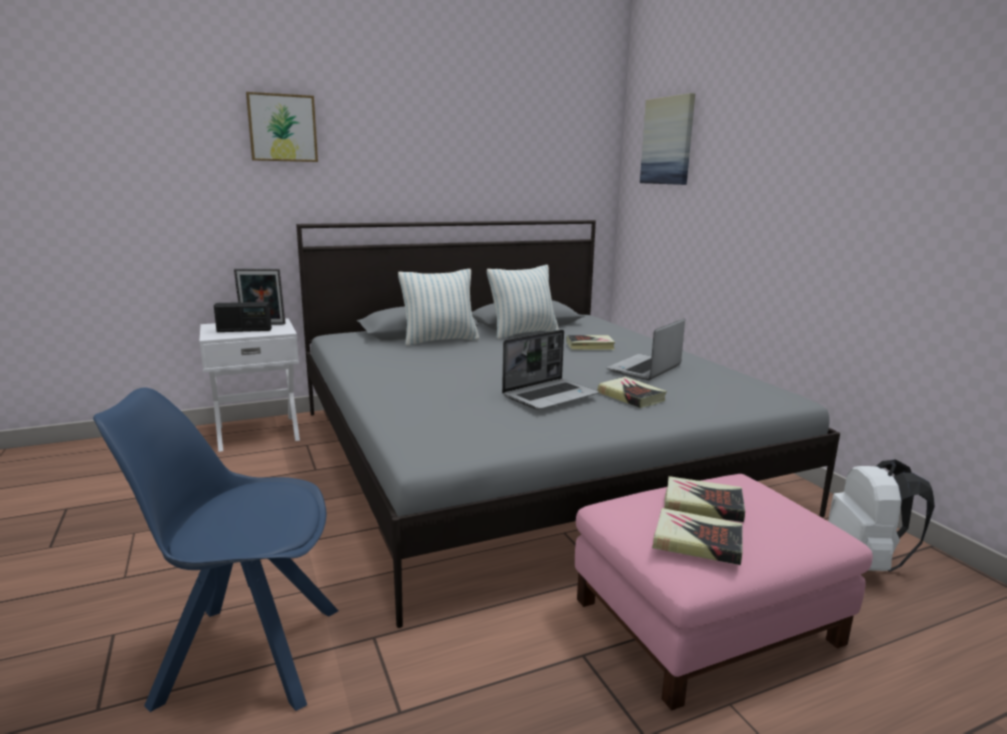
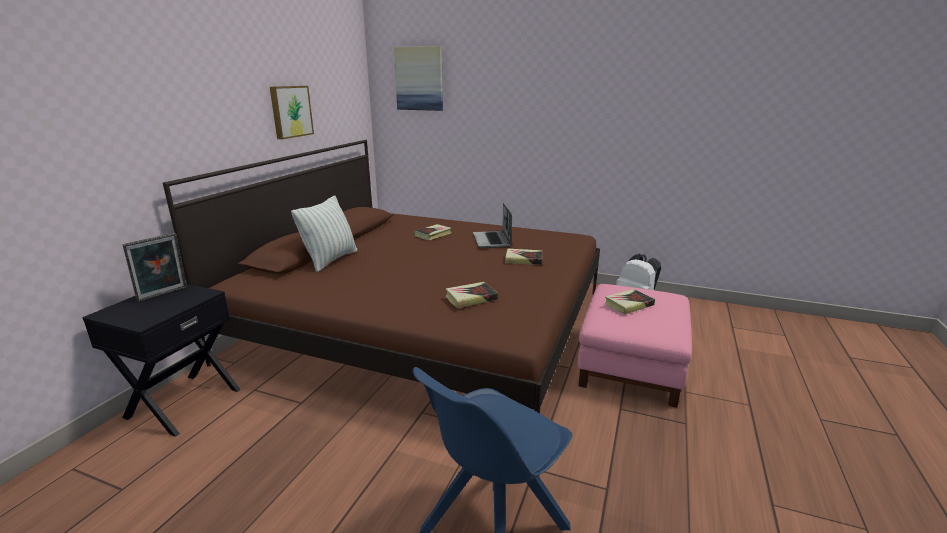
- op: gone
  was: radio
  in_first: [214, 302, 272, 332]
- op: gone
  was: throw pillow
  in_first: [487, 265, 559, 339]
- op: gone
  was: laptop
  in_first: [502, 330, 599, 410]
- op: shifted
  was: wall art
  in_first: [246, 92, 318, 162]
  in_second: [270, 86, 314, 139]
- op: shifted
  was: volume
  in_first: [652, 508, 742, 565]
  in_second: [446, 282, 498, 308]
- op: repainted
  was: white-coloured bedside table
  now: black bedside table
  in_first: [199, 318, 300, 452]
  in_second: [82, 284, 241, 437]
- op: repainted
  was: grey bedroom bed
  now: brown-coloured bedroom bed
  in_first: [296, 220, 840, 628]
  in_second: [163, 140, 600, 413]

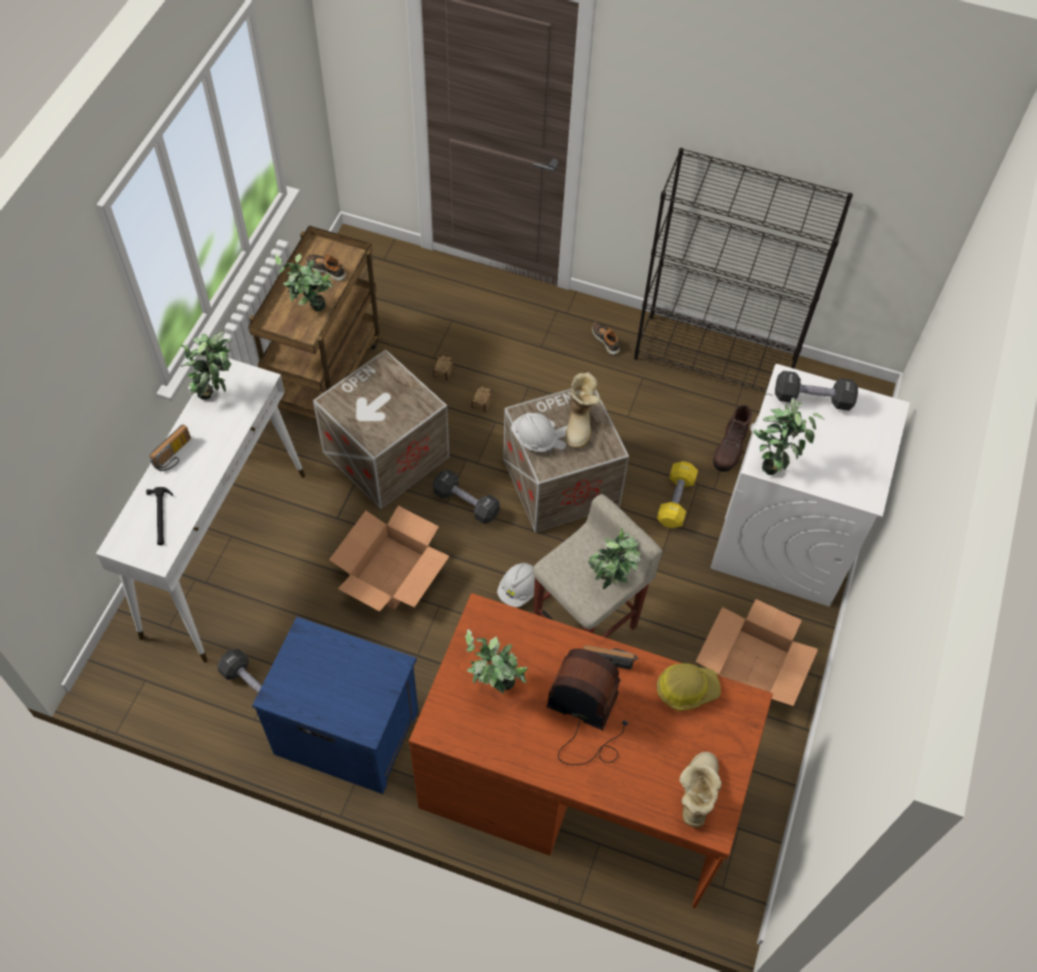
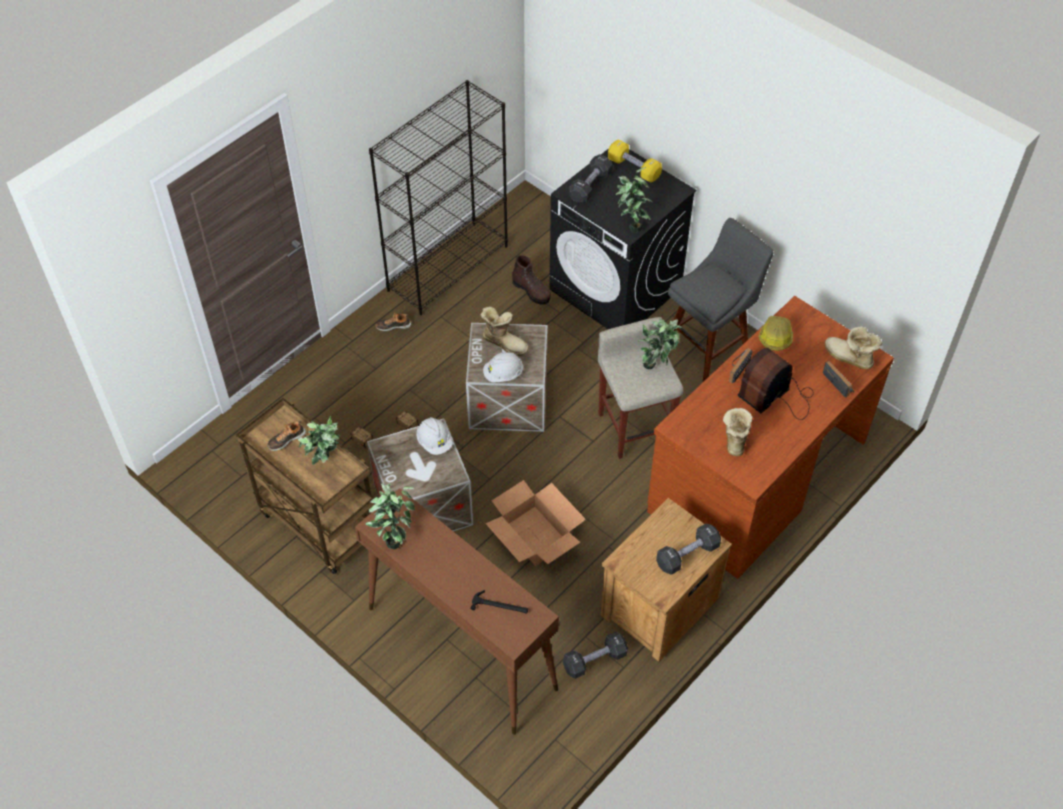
- op: shifted
  was: radio
  in_first: [150, 424, 191, 471]
  in_second: [823, 361, 854, 397]
- op: shifted
  was: black hand weight
  in_first: [433, 470, 500, 524]
  in_second: [656, 524, 721, 575]
- op: shifted
  was: white-coloured safety helmet
  in_first: [497, 563, 535, 607]
  in_second: [416, 417, 453, 455]
- op: shifted
  was: yellow hand weight
  in_first: [657, 461, 698, 528]
  in_second: [608, 140, 662, 183]
- op: swapped
  was: potted plant
  now: high-top boot
  in_first: [465, 629, 528, 693]
  in_second: [723, 408, 752, 456]
- op: swapped
  was: packing box
  now: grey stool
  in_first: [695, 599, 818, 706]
  in_second: [667, 218, 774, 382]
- op: repainted
  was: white-coloured narrow table
  now: brown-coloured narrow table
  in_first: [96, 358, 305, 663]
  in_second: [355, 488, 559, 735]
- op: repainted
  was: blue-coloured bedside table
  now: brown-coloured bedside table
  in_first: [252, 616, 418, 794]
  in_second: [601, 498, 732, 662]
- op: repainted
  was: white-coloured laundry machine
  now: black laundry machine
  in_first: [710, 364, 910, 607]
  in_second: [549, 148, 696, 329]

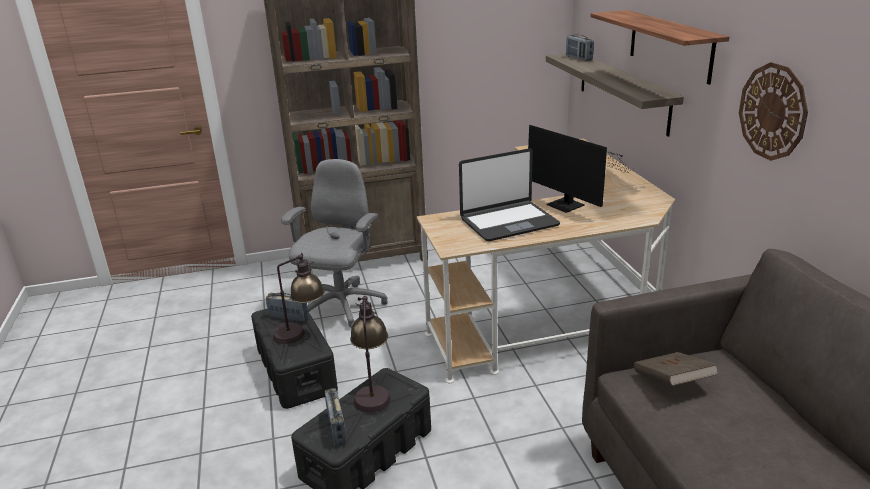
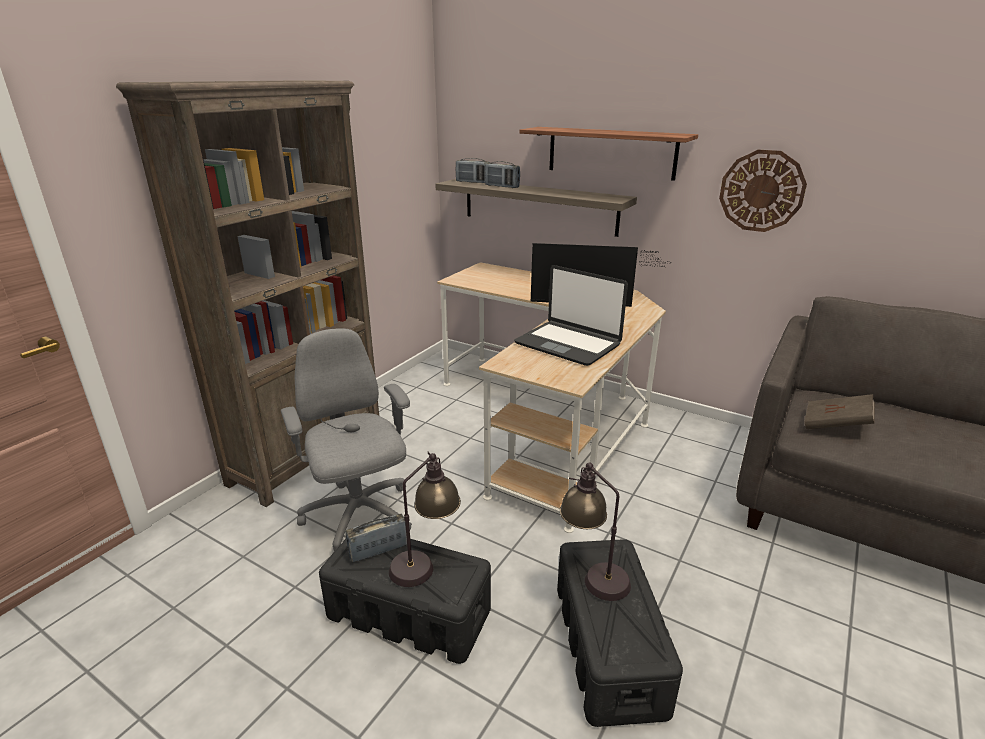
- op: shifted
  was: radio
  in_first: [325, 388, 346, 446]
  in_second: [485, 161, 520, 188]
- op: rotated
  was: laptop
  in_first: [459, 148, 560, 241]
  in_second: [514, 265, 628, 366]
  clockwise: 105

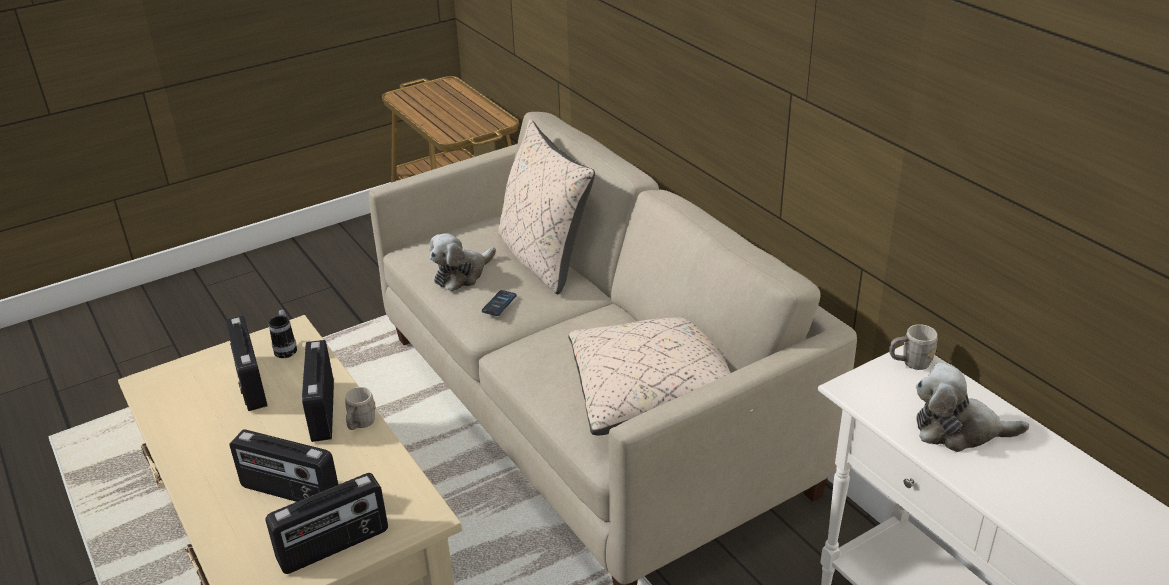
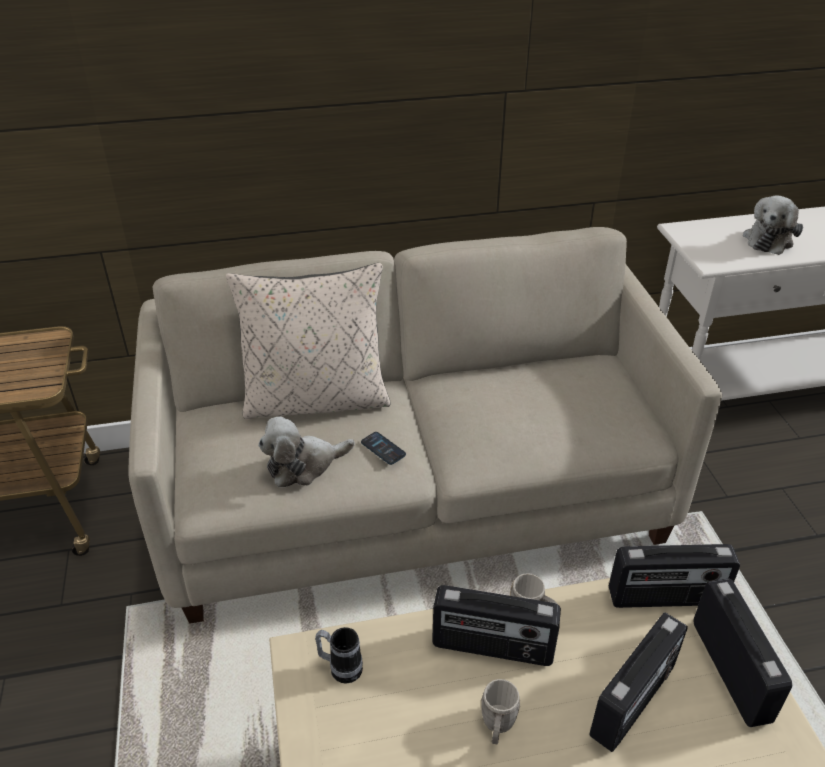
- op: gone
  was: sand-coloured throw pillow
  in_first: [568, 318, 753, 435]
- op: shifted
  was: radio
  in_first: [225, 316, 268, 411]
  in_second: [609, 544, 740, 608]
- op: shifted
  was: grey coffee mug
  in_first: [889, 324, 938, 370]
  in_second: [481, 679, 520, 744]
- op: rotated
  was: cuddly toy
  in_first: [429, 233, 496, 291]
  in_second: [258, 416, 355, 487]
  clockwise: 90

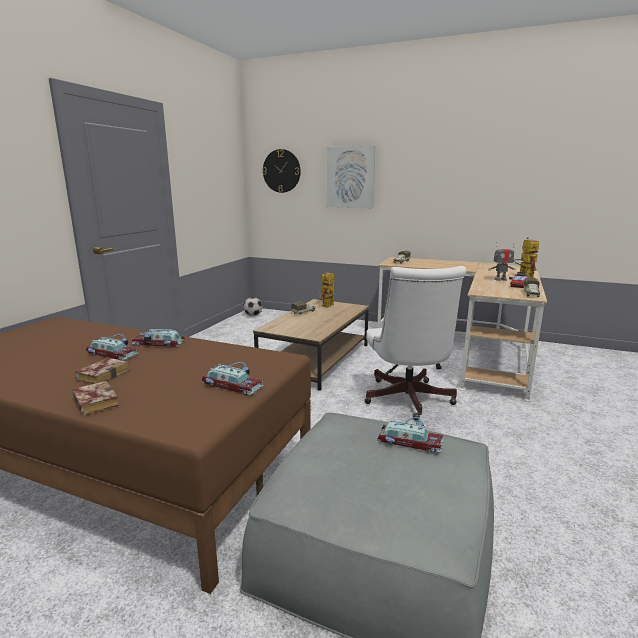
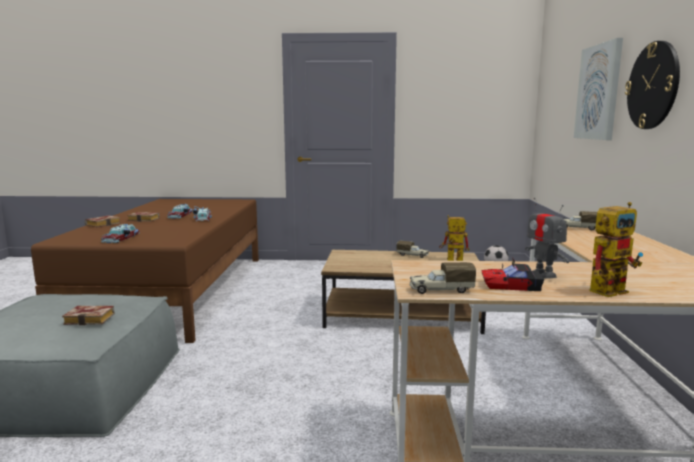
- op: gone
  was: white-coloured computer chair
  in_first: [364, 266, 466, 420]
- op: shifted
  was: wall clock
  in_first: [262, 149, 301, 193]
  in_second: [625, 41, 680, 129]
- op: swapped
  was: miniature car
  now: volume
  in_first: [377, 417, 444, 453]
  in_second: [62, 306, 115, 326]

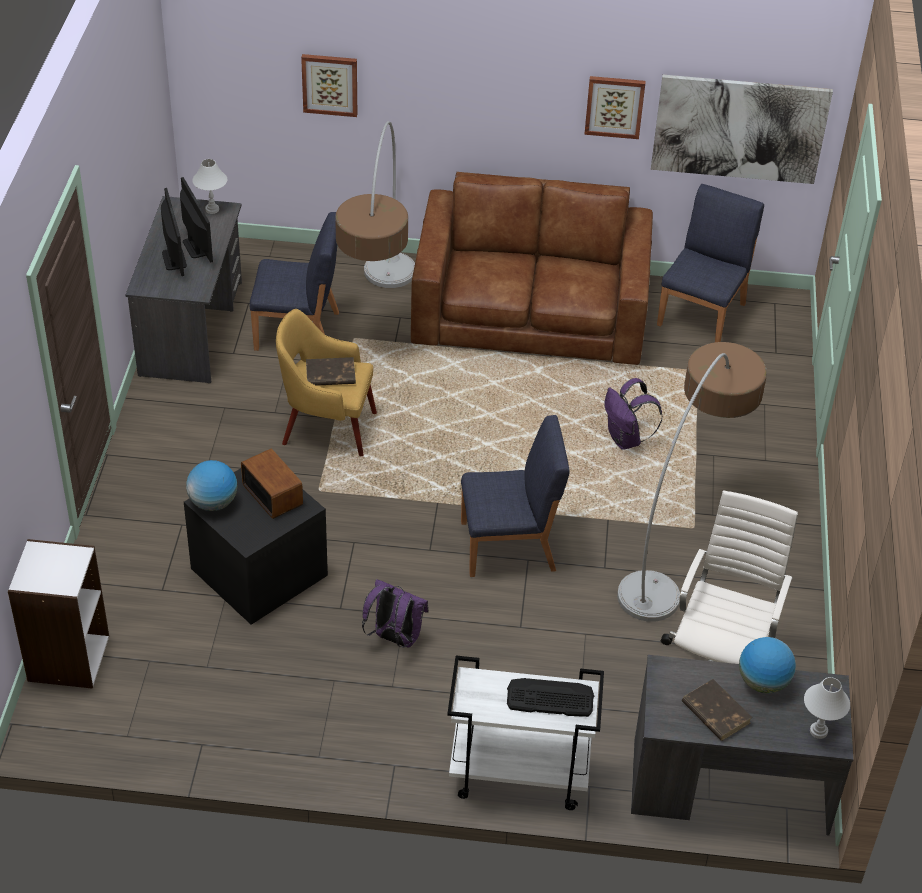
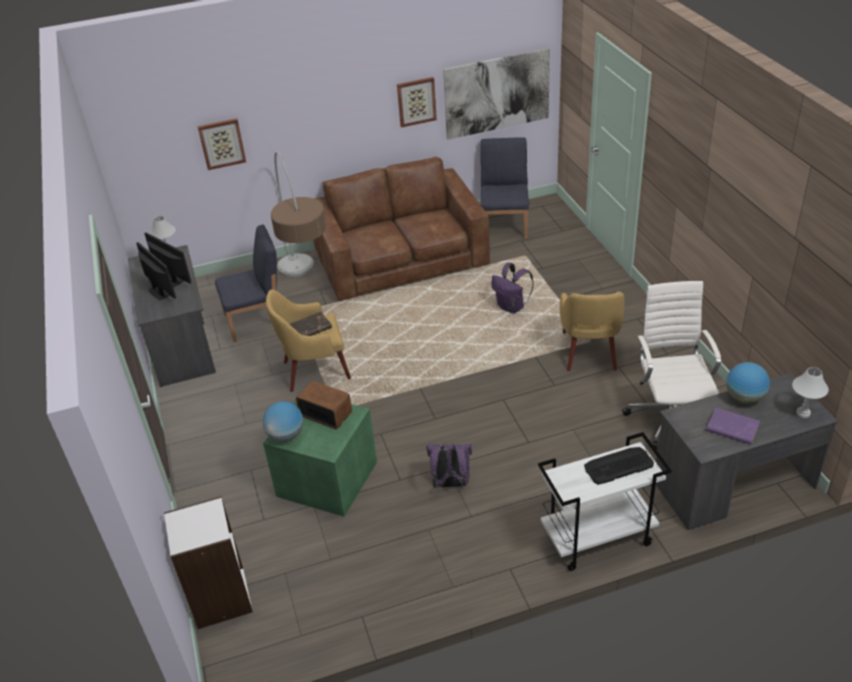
- op: gone
  was: blue-coloured chair
  in_first: [461, 415, 570, 577]
- op: swapped
  was: floor lamp
  now: yellow easy chair
  in_first: [617, 342, 767, 622]
  in_second: [560, 292, 625, 371]
- op: repainted
  was: black storage bin
  now: green storage bin
  in_first: [184, 468, 328, 625]
  in_second: [263, 400, 377, 517]
- op: repainted
  was: brown-coloured volume
  now: purple volume
  in_first: [682, 679, 752, 741]
  in_second: [706, 408, 760, 444]

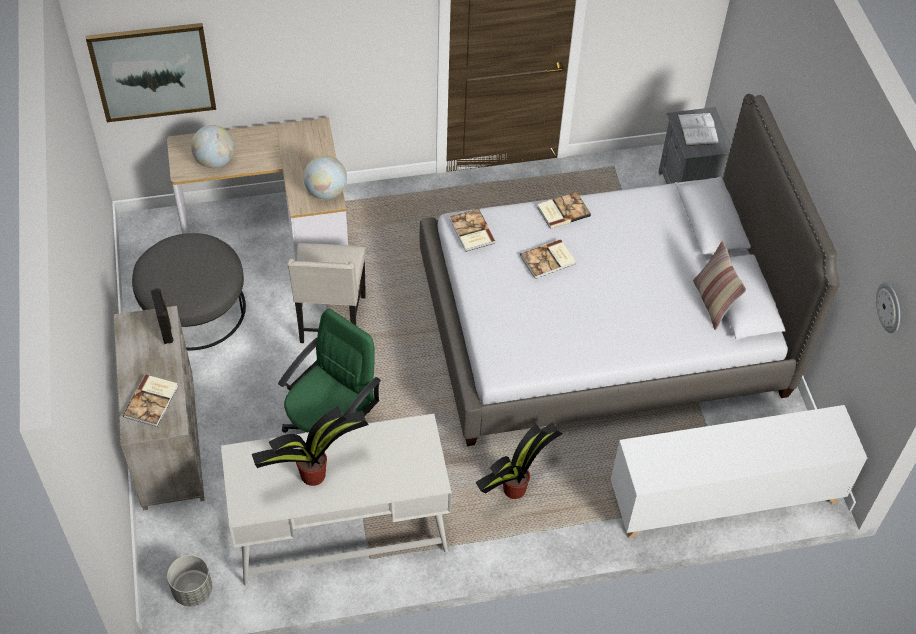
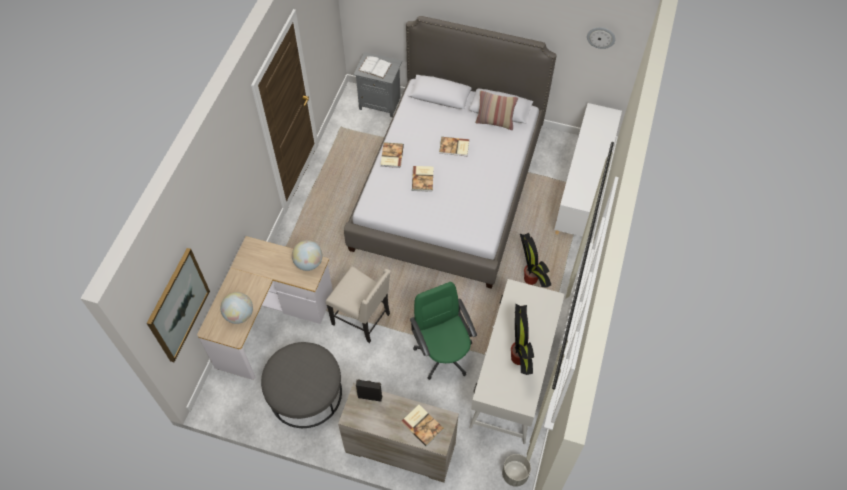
- op: shifted
  was: volume
  in_first: [450, 209, 496, 252]
  in_second: [439, 137, 469, 156]

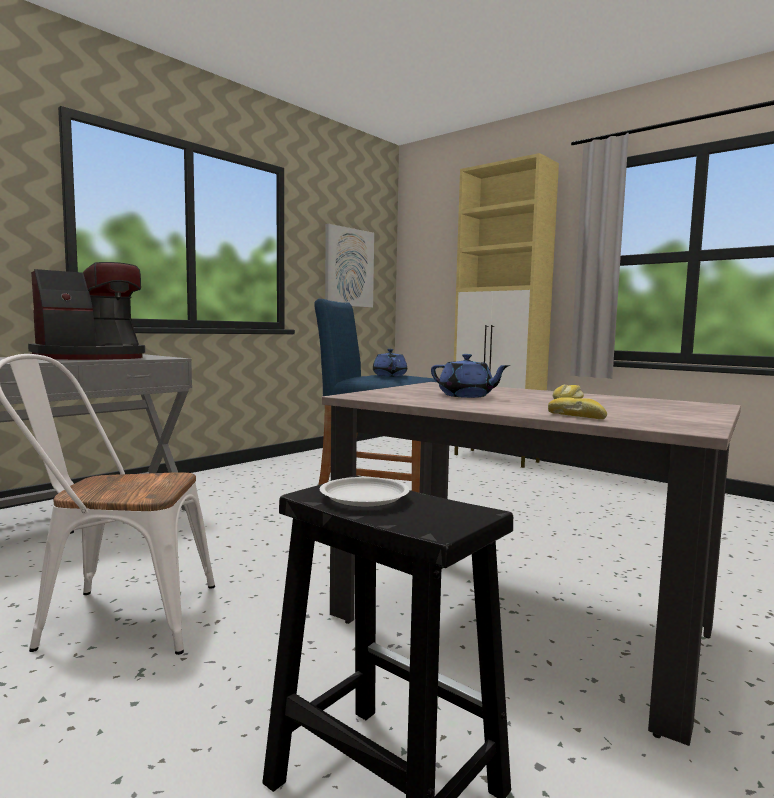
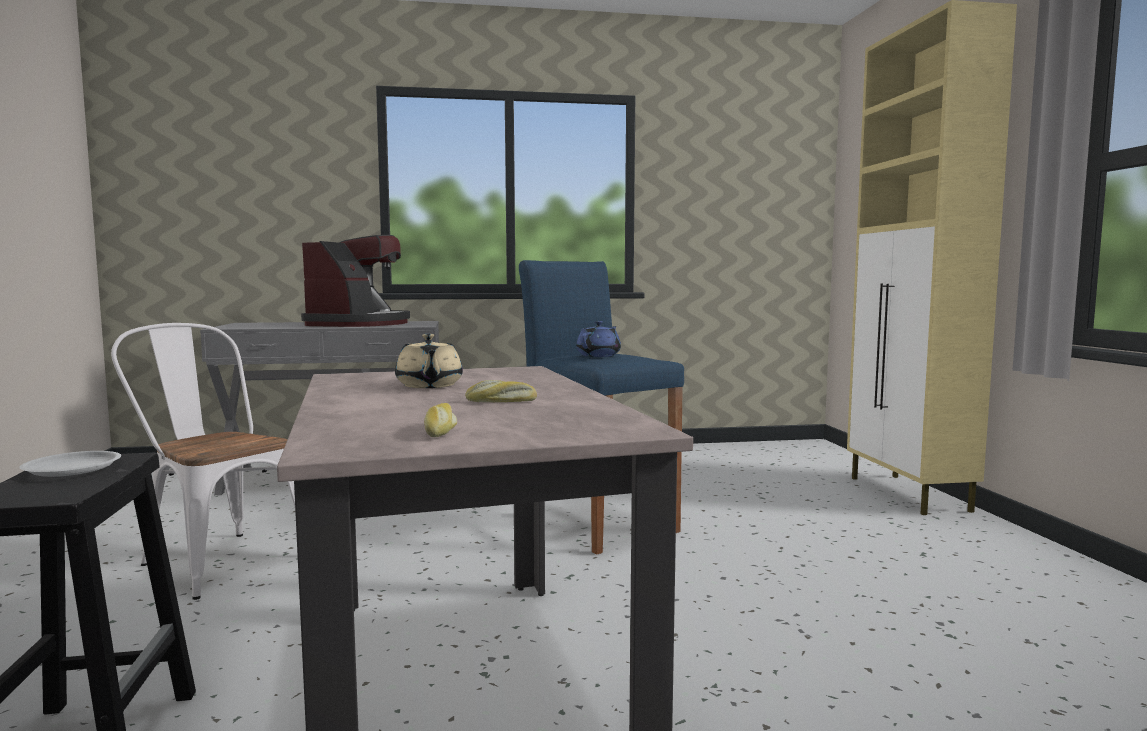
- op: gone
  was: wall art
  in_first: [325, 224, 374, 308]
- op: shifted
  was: bakery bread
  in_first: [548, 397, 607, 419]
  in_second: [424, 403, 457, 437]
- op: repainted
  was: blue-coloured pot for tea
  now: sand-coloured pot for tea
  in_first: [431, 354, 510, 398]
  in_second: [395, 334, 463, 388]
- op: rotated
  was: coffee brewer
  in_first: [28, 262, 145, 360]
  in_second: [301, 235, 410, 327]
  clockwise: -75

